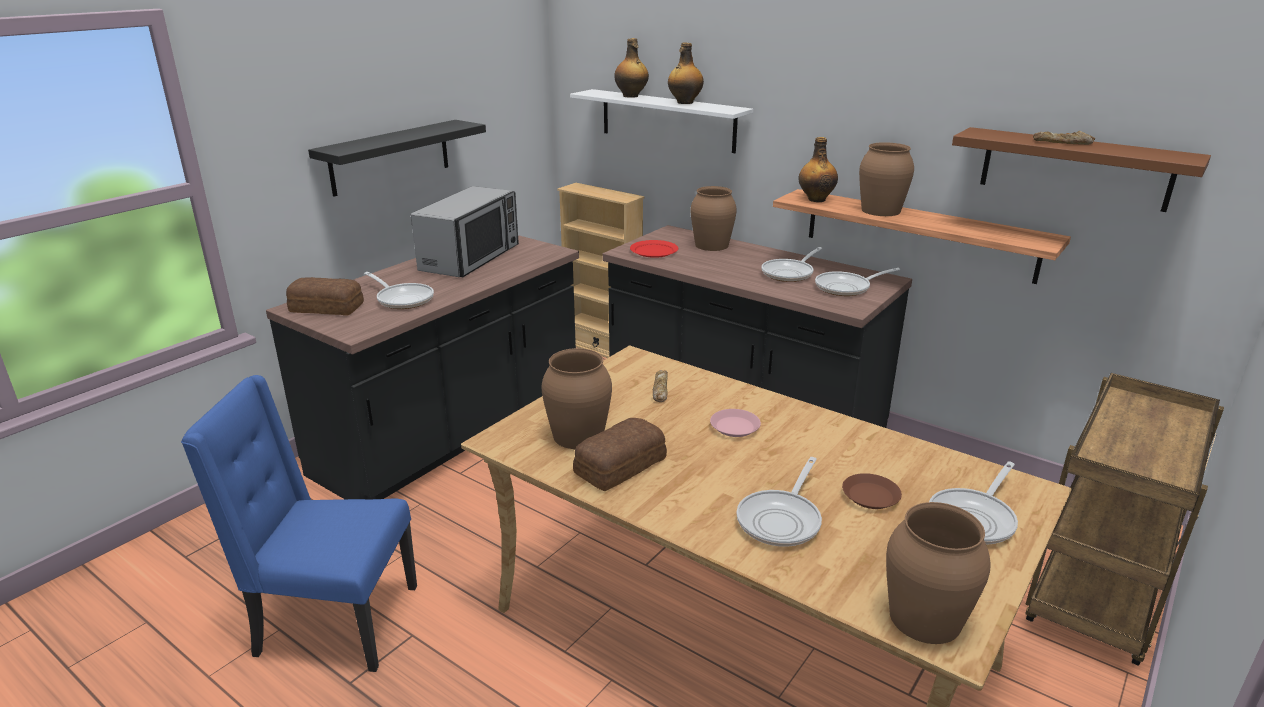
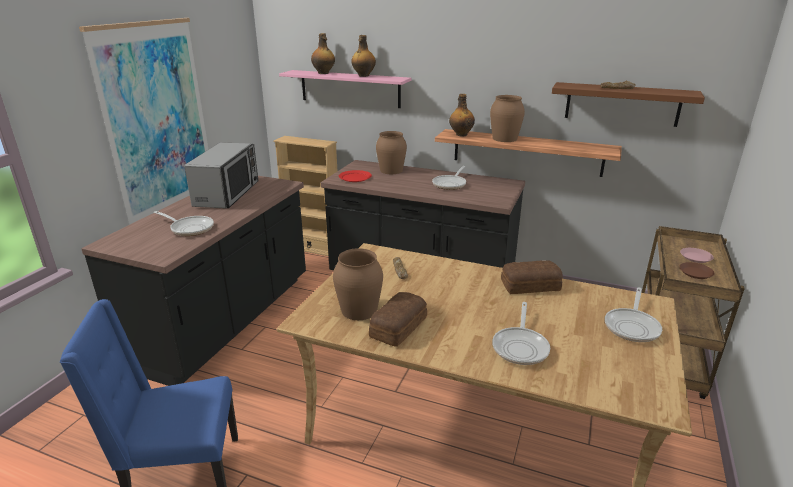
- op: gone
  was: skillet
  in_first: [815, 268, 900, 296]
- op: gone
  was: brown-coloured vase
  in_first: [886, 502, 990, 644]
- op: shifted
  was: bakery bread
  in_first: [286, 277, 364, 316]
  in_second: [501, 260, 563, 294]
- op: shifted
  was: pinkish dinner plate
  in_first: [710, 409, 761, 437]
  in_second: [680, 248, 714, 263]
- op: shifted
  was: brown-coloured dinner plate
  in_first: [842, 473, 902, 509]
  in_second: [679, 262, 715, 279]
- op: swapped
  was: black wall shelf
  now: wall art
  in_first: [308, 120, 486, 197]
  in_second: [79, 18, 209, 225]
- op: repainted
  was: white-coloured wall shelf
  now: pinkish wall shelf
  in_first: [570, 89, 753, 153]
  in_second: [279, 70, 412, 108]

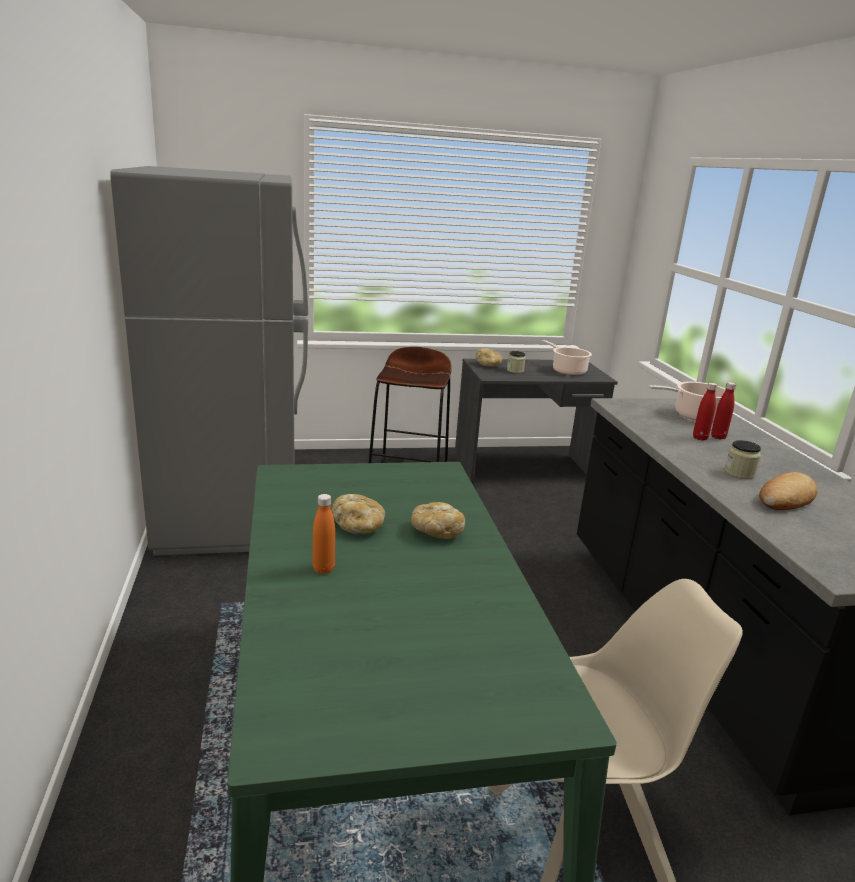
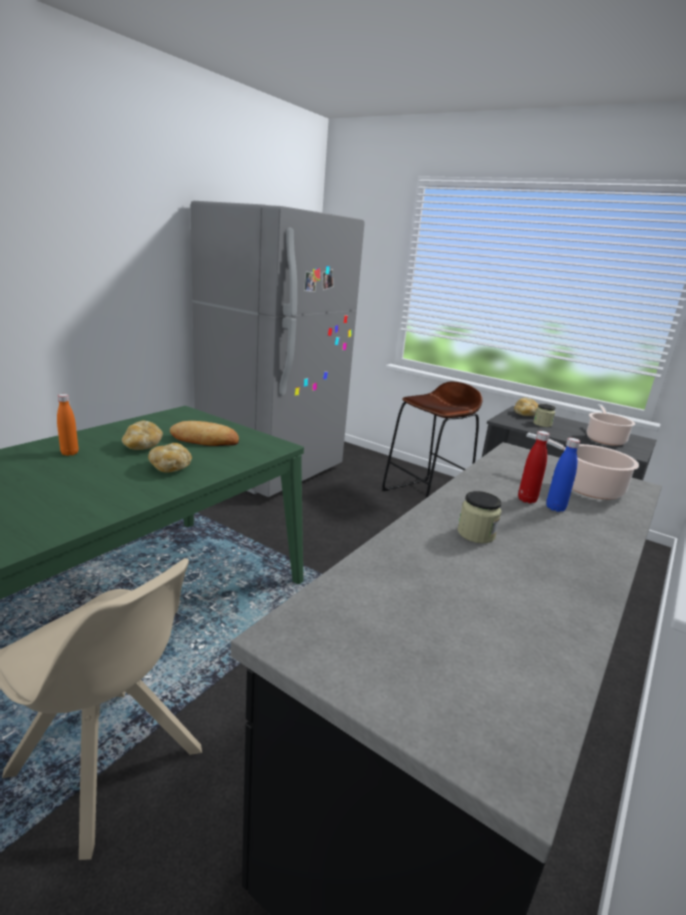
- op: shifted
  was: bakery bread
  in_first: [759, 472, 818, 510]
  in_second: [170, 421, 239, 446]
- op: repainted
  was: red beverage bottle
  now: blue-coloured beverage bottle
  in_first: [711, 382, 736, 440]
  in_second: [546, 438, 580, 512]

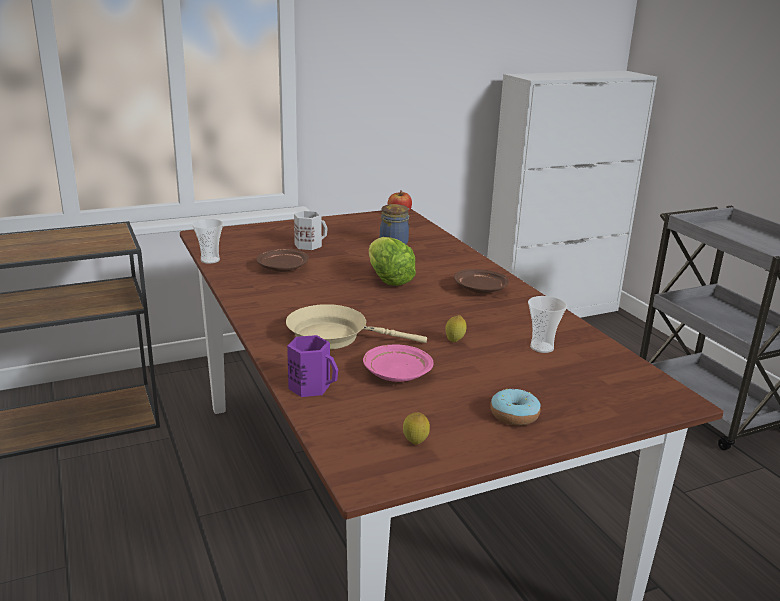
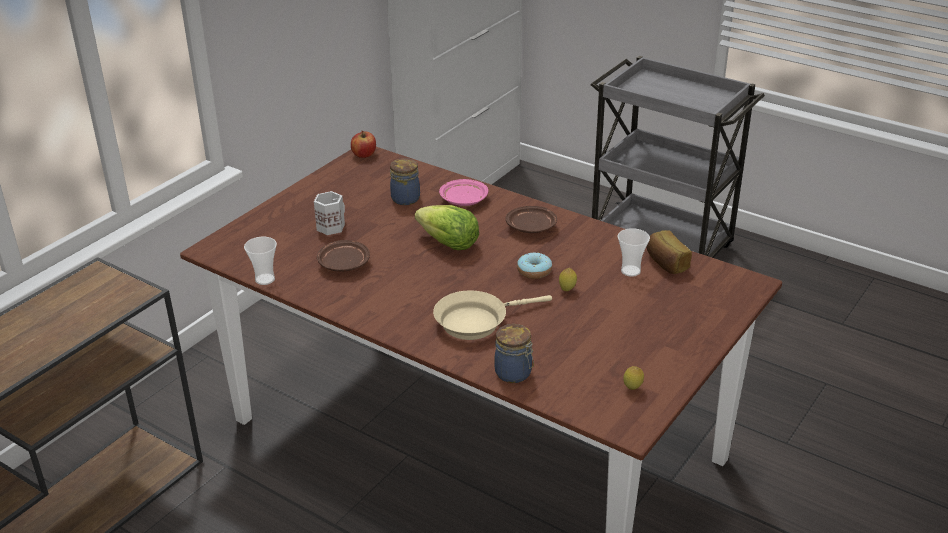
- op: new
  now: bakery bread
  in_second: [646, 230, 692, 274]
- op: shifted
  was: pinkish dinner plate
  in_first: [363, 344, 434, 382]
  in_second: [439, 179, 488, 206]
- op: shifted
  was: donut
  in_first: [490, 389, 541, 426]
  in_second: [517, 252, 552, 279]
- op: swapped
  was: purple coffee mug
  now: jar
  in_first: [287, 335, 338, 397]
  in_second: [494, 324, 534, 383]

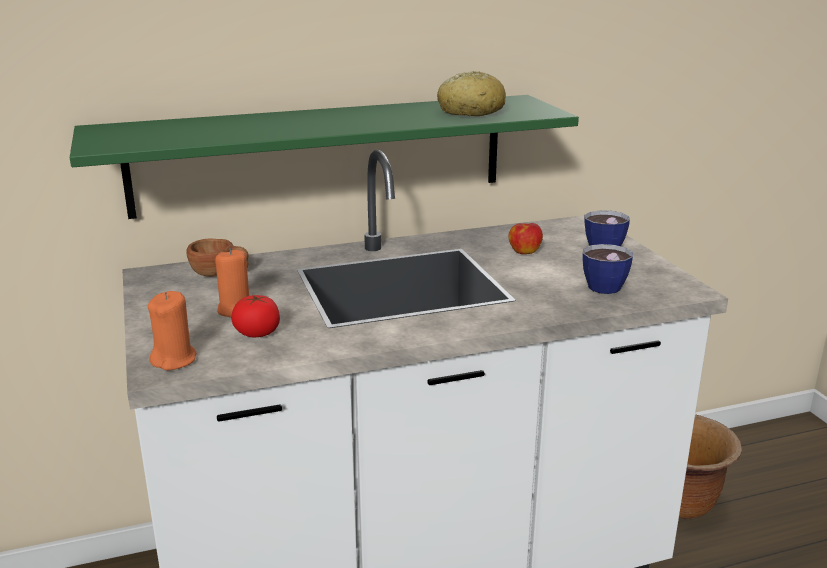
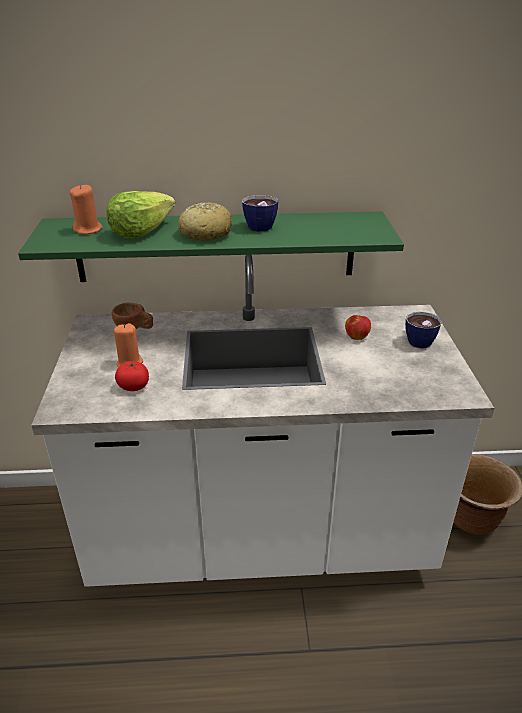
- op: new
  now: lettuce head
  in_second: [106, 191, 175, 238]
- op: shifted
  was: orangey wax light
  in_first: [148, 291, 197, 370]
  in_second: [70, 184, 103, 234]
- op: shifted
  was: bakery bread
  in_first: [437, 71, 506, 116]
  in_second: [178, 202, 232, 241]
- op: shifted
  was: drinking cup
  in_first: [582, 244, 633, 294]
  in_second: [242, 195, 278, 231]

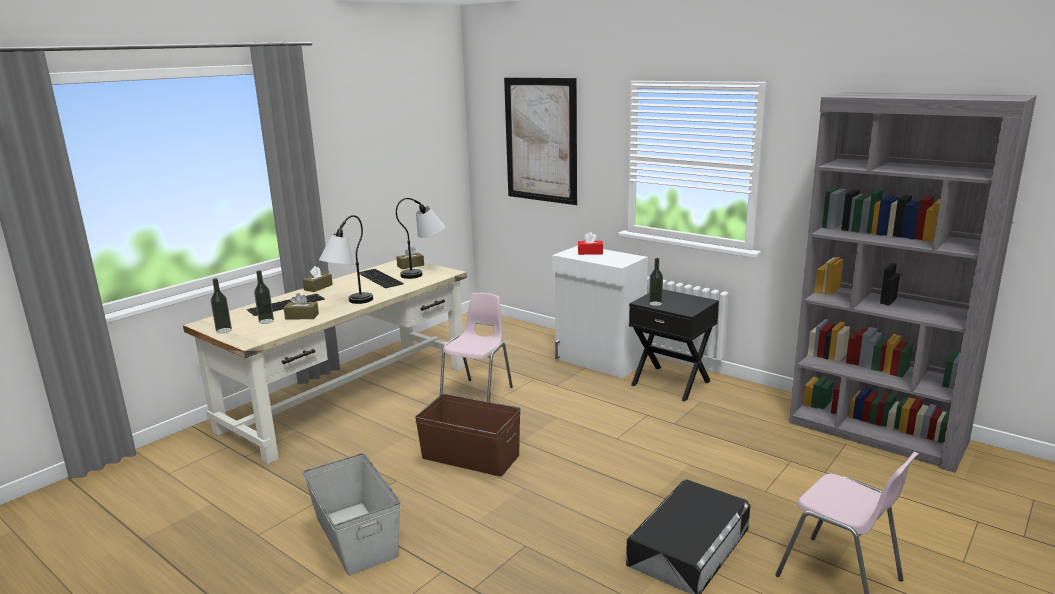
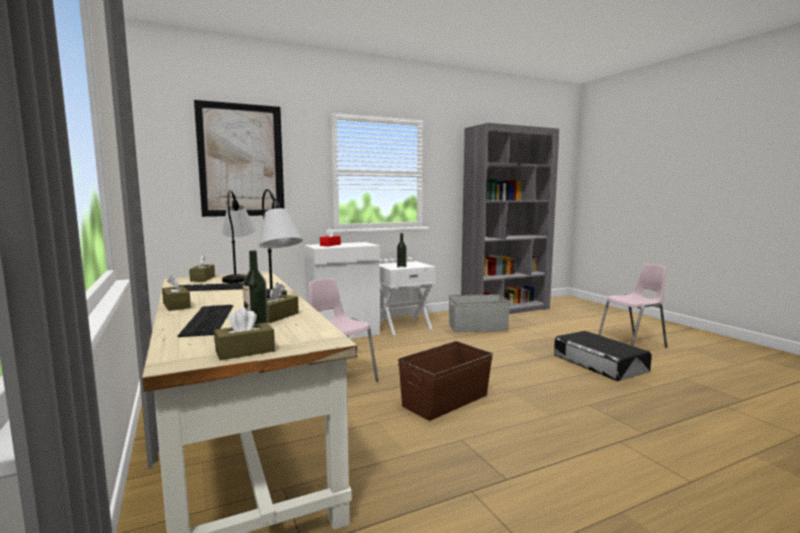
- op: shifted
  was: grey storage bin
  in_first: [303, 453, 401, 576]
  in_second: [449, 294, 510, 332]
- op: swapped
  was: beverage bottle
  now: brown-coloured tissue box
  in_first: [211, 278, 232, 333]
  in_second: [214, 307, 275, 360]
- op: repainted
  was: black bedside table
  now: white-coloured bedside table
  in_first: [629, 289, 719, 402]
  in_second: [379, 261, 436, 335]

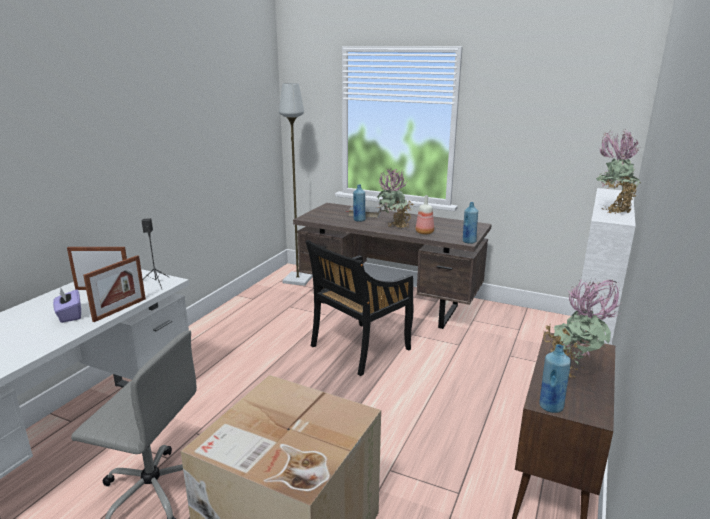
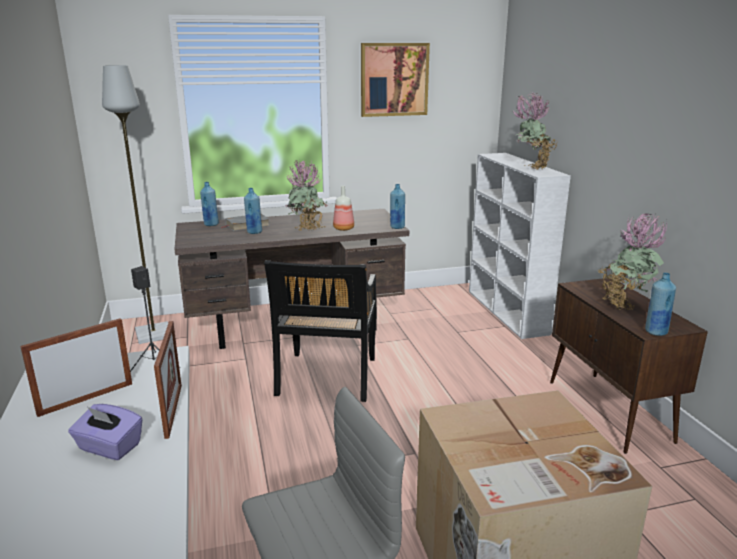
- op: new
  now: blue-coloured beverage bottle
  in_second: [200, 182, 219, 226]
- op: new
  now: wall art
  in_second: [361, 43, 430, 117]

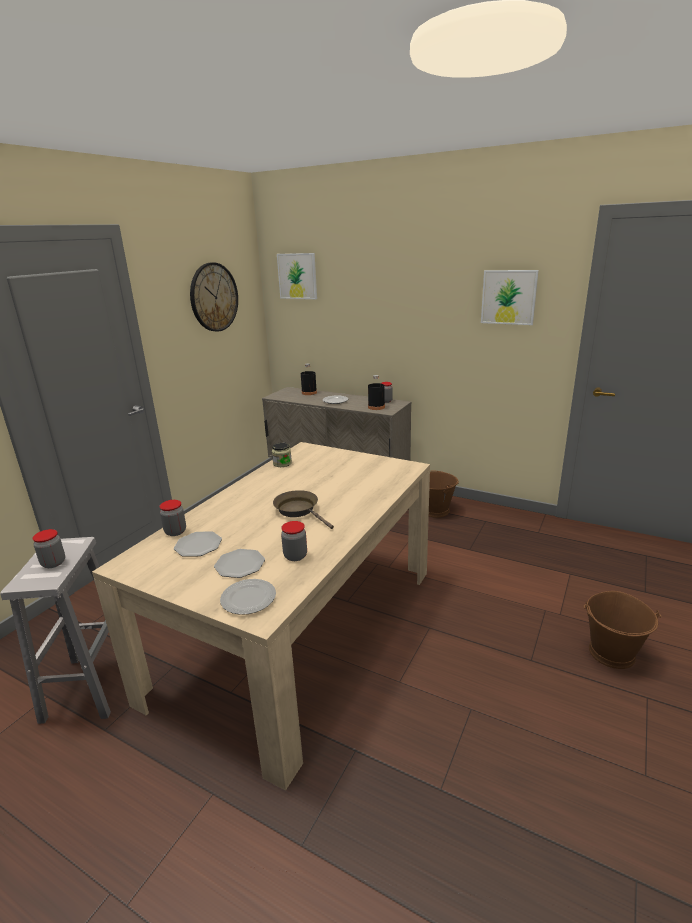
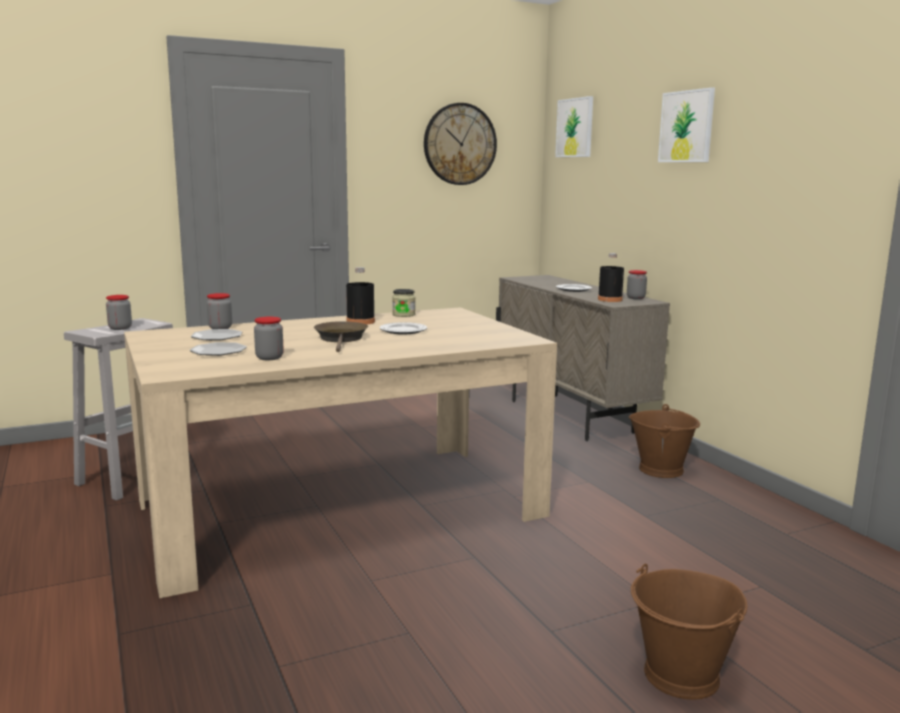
- op: shifted
  was: dinner plate
  in_first: [220, 579, 276, 615]
  in_second: [379, 322, 427, 335]
- op: shifted
  was: black beverage bottle
  in_first: [301, 364, 317, 395]
  in_second: [346, 267, 375, 325]
- op: shifted
  was: wall art
  in_first: [481, 270, 539, 325]
  in_second: [658, 87, 715, 162]

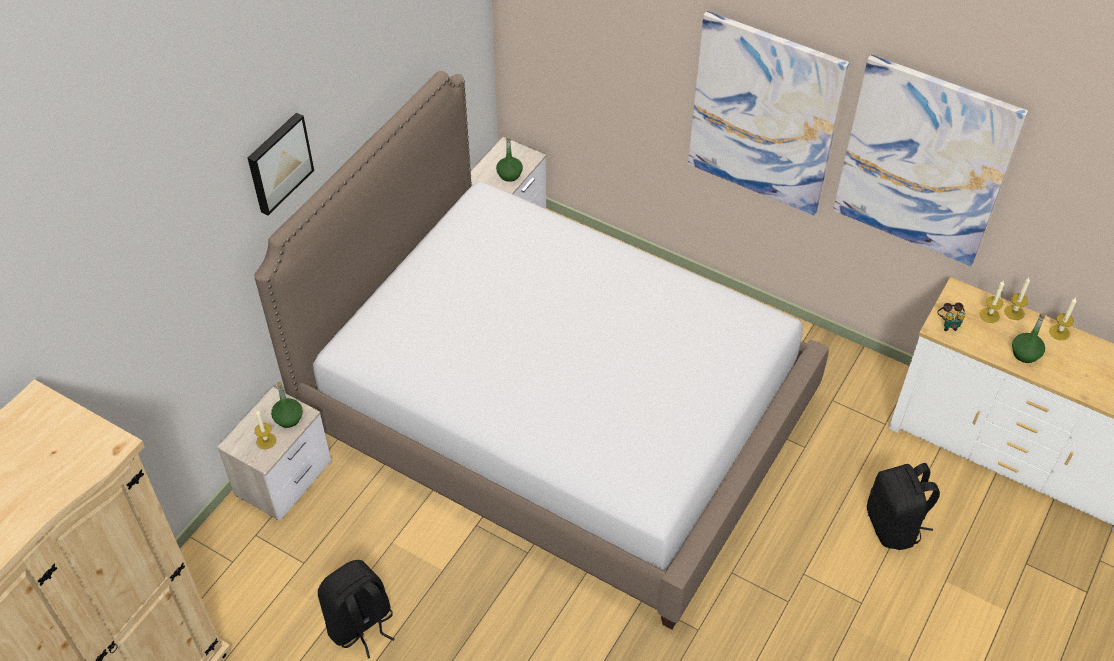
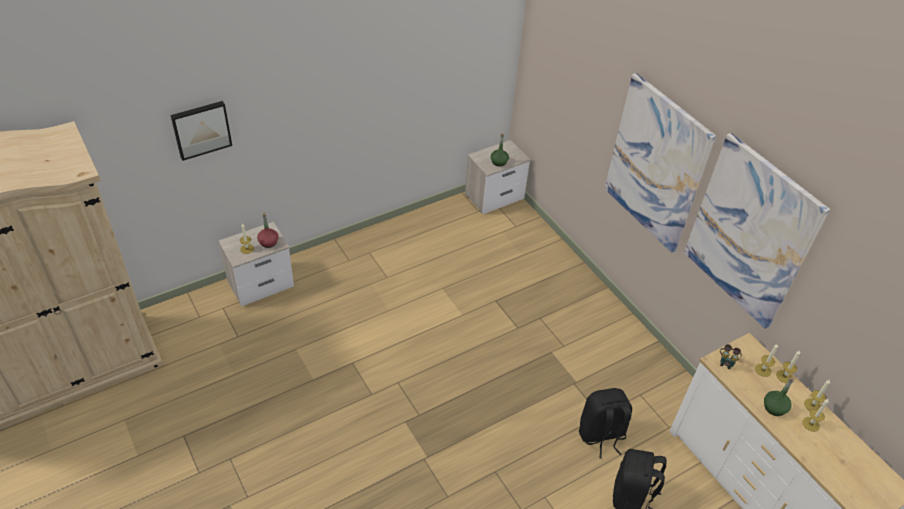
- op: gone
  was: bedroom bed
  in_first: [255, 71, 828, 630]
- op: new
  now: wax light
  in_second: [802, 399, 829, 432]
- op: shifted
  was: wall art
  in_first: [248, 113, 314, 215]
  in_second: [170, 101, 232, 161]
- op: shifted
  was: black knapsack
  in_first: [318, 560, 395, 658]
  in_second: [579, 388, 632, 459]
- op: repainted
  was: green beverage bottle
  now: red beverage bottle
  in_first: [271, 381, 303, 428]
  in_second: [257, 213, 279, 248]

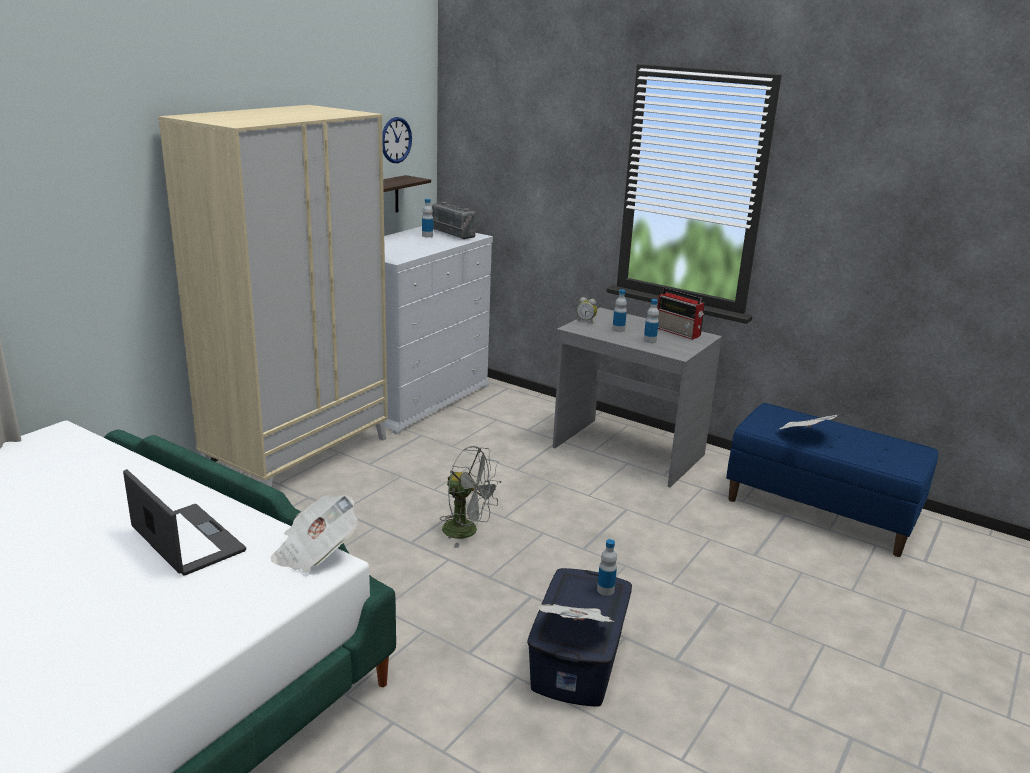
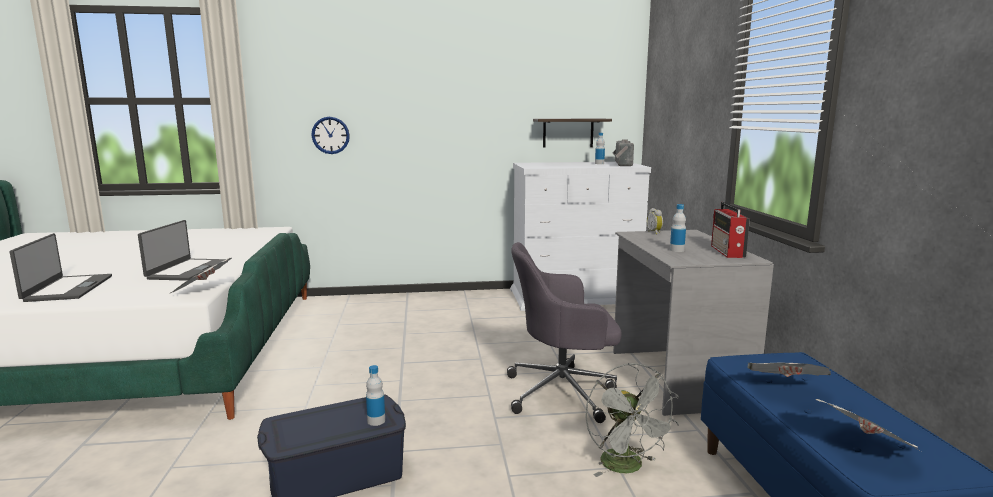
- op: gone
  was: sand-coloured clothes cupboard
  in_first: [158, 105, 388, 487]
- op: gone
  was: beverage bottle
  in_first: [612, 289, 627, 332]
- op: new
  now: laptop
  in_second: [10, 233, 112, 302]
- op: new
  now: grey computer chair
  in_second: [507, 242, 622, 423]
- op: shifted
  was: wall clock
  in_first: [382, 117, 412, 163]
  in_second: [311, 117, 350, 154]
- op: shifted
  was: grey electric fan
  in_first: [440, 446, 501, 548]
  in_second: [585, 363, 679, 477]
- op: shifted
  was: printed paper
  in_first: [537, 604, 614, 622]
  in_second: [816, 399, 923, 452]

